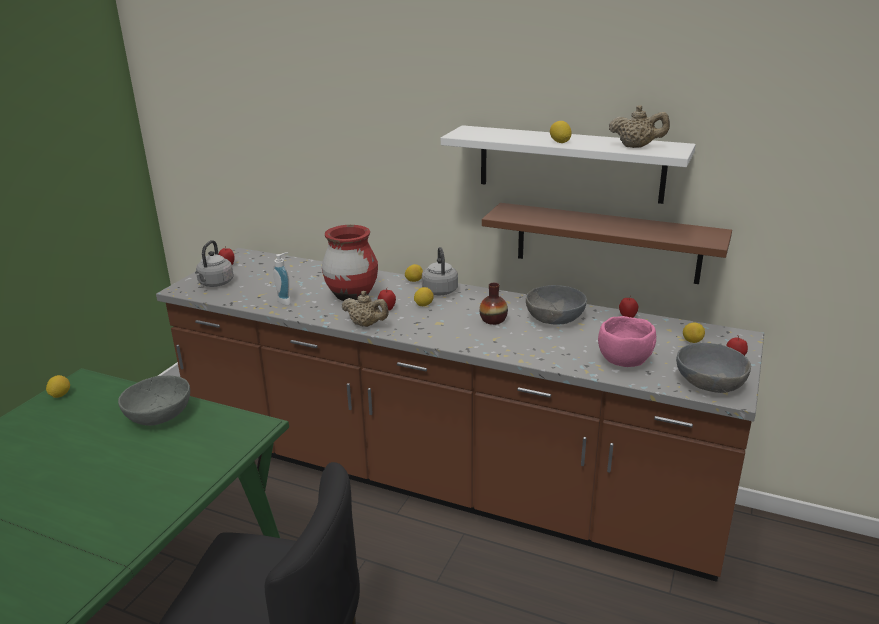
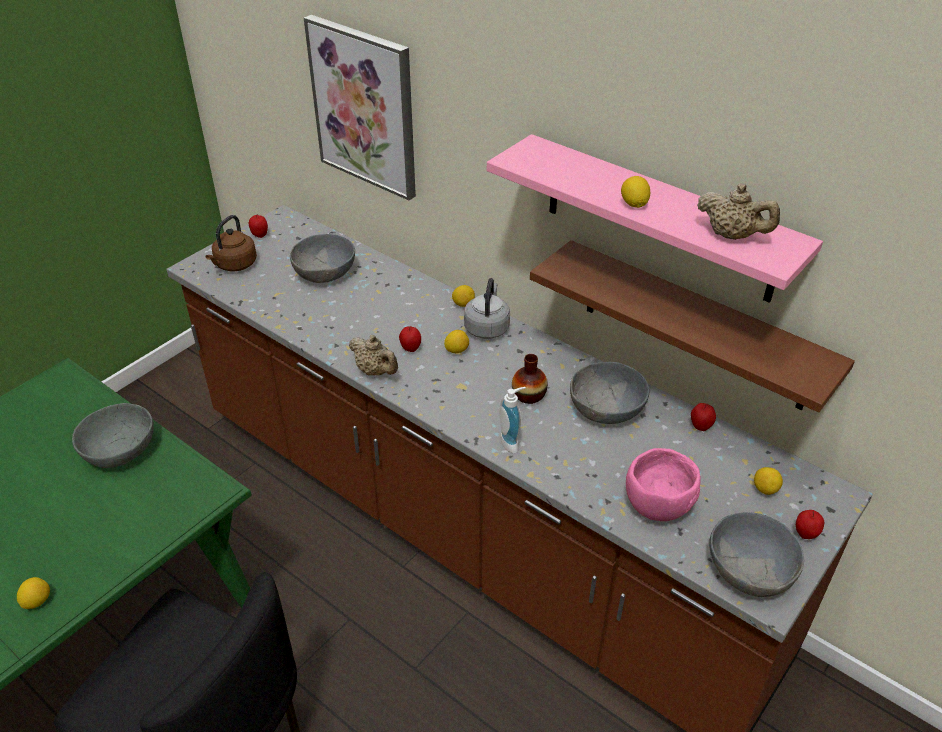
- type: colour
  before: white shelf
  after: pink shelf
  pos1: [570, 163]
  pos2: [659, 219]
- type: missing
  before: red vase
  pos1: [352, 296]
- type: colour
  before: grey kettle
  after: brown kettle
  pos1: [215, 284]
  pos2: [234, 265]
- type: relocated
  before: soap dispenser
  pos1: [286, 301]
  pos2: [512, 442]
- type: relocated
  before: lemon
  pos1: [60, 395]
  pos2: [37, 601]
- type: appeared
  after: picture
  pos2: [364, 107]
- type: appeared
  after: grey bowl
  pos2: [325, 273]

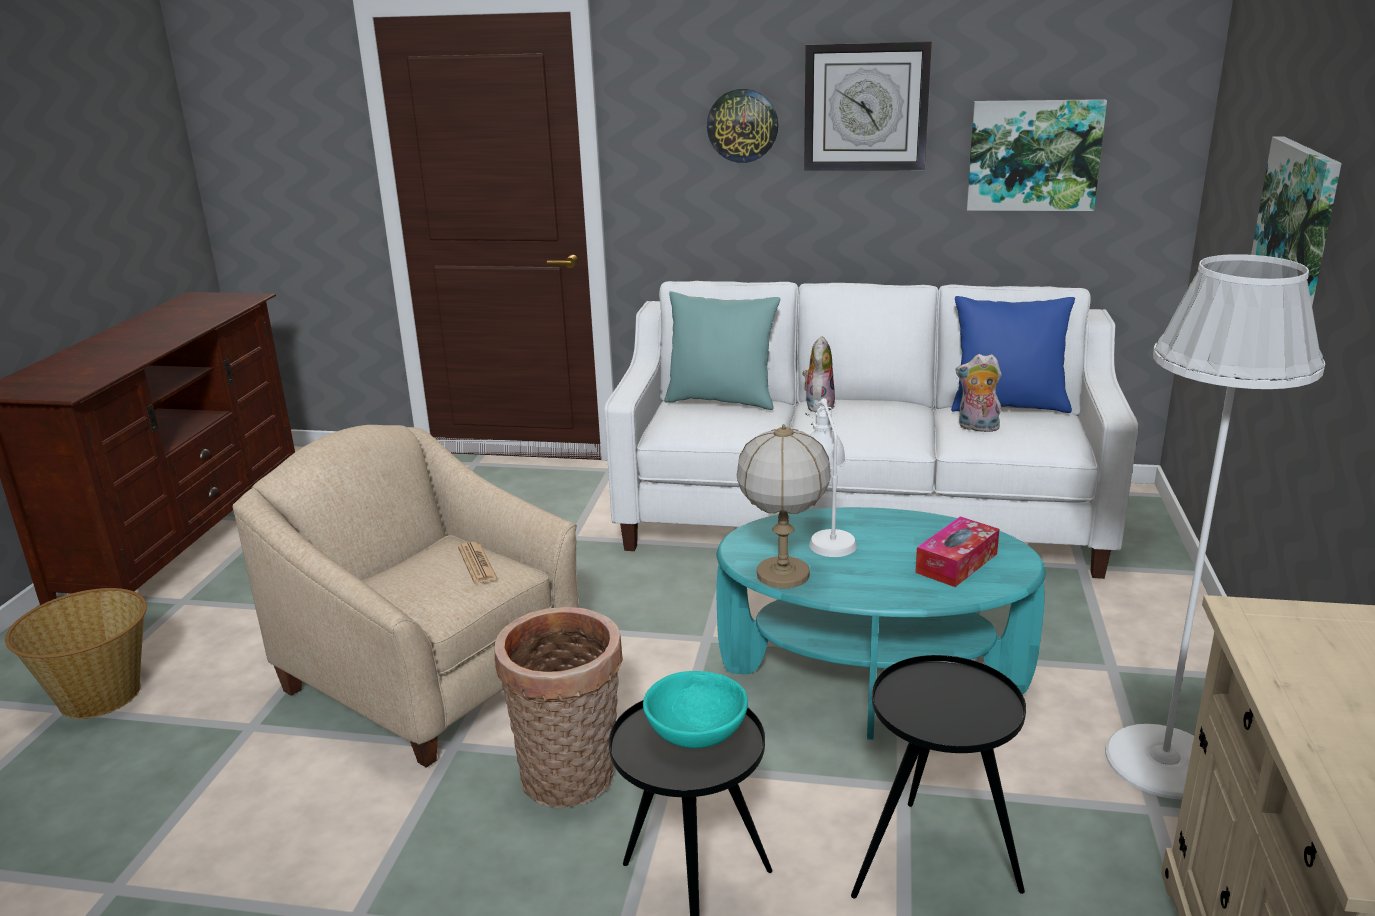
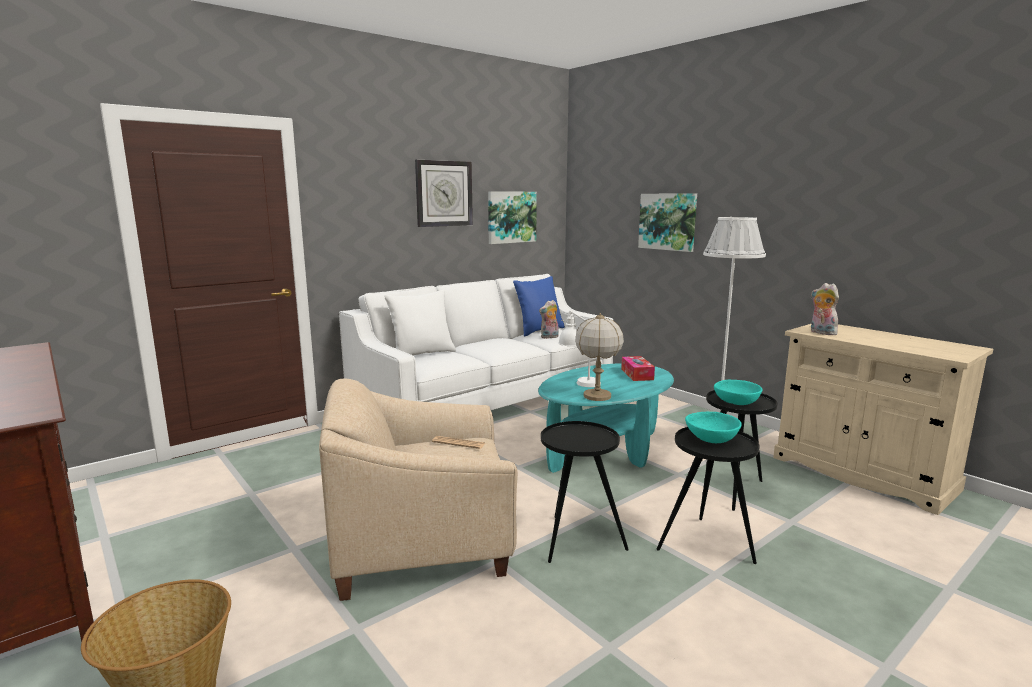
- type: missing
  before: wall clock
  pos1: [742, 125]
- type: colour
  before: turquoise pillow
  after: white pillow
  pos1: [721, 400]
  pos2: [422, 354]
- type: relocated
  before: plush toy
  pos1: [818, 405]
  pos2: [821, 333]
- type: exchanged
  before: basket
  after: black side table
  pos1: [570, 780]
  pos2: [577, 539]
- type: appeared
  after: turquoise bowl
  pos2: [735, 403]

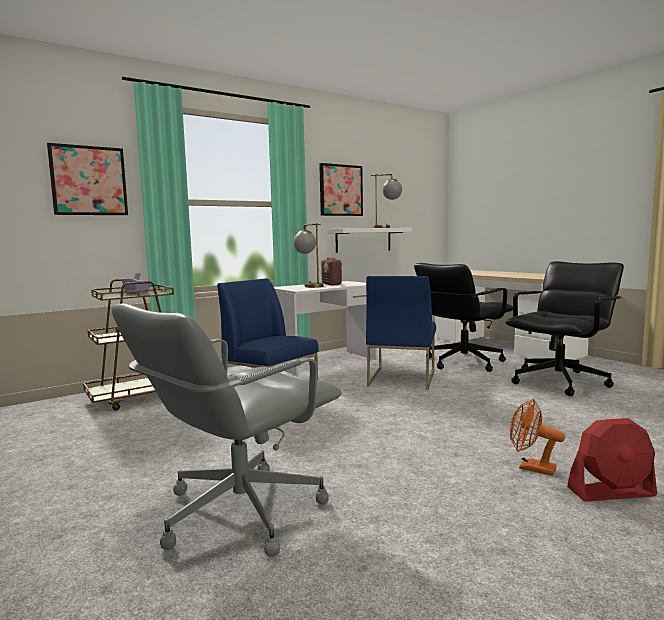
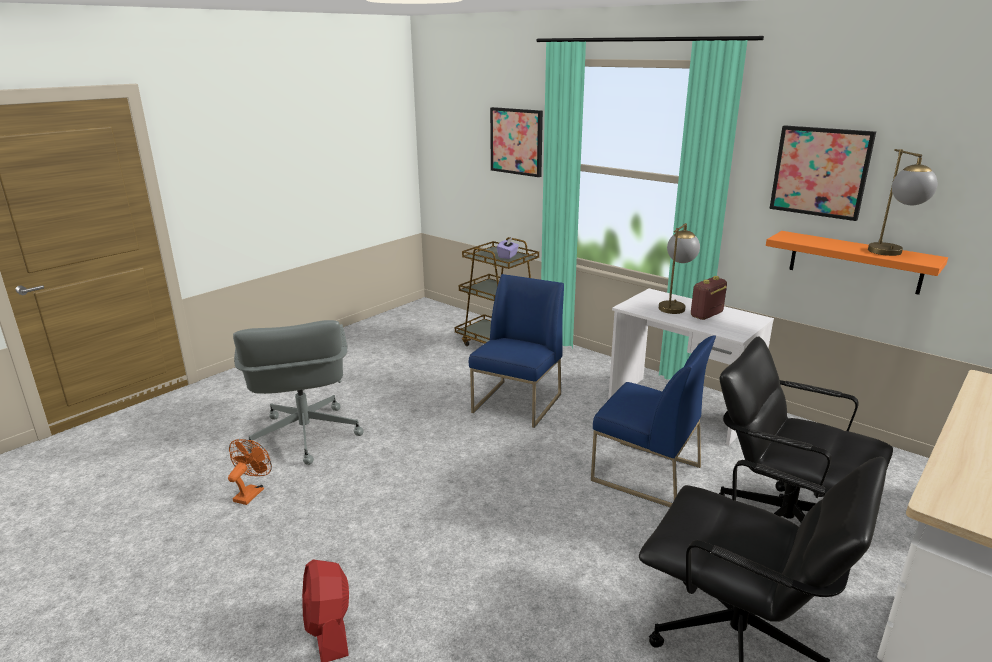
- type: colour
  before: white shelf
  after: orange shelf
  pos1: [363, 240]
  pos2: [855, 262]
- type: spun
  before: blue chair
  pos1: [401, 378]
  pos2: [645, 473]
  turn: -150
- type: spun
  before: grey office chair
  pos1: [238, 511]
  pos2: [305, 436]
  turn: -135
- type: relocated
  before: orange fan
  pos1: [531, 468]
  pos2: [251, 492]

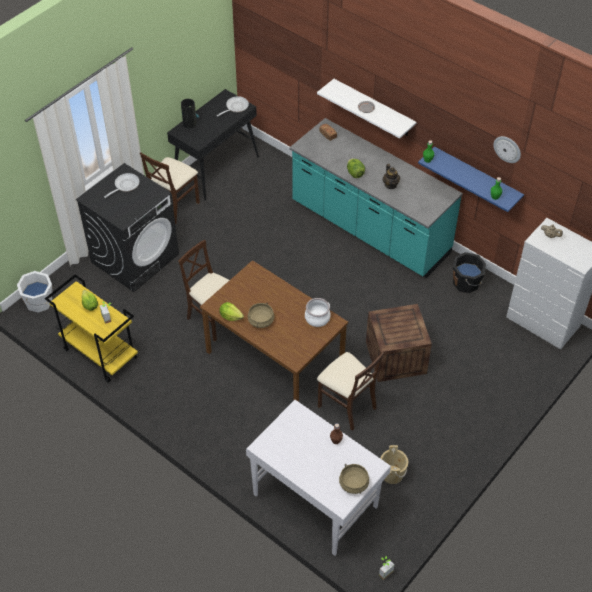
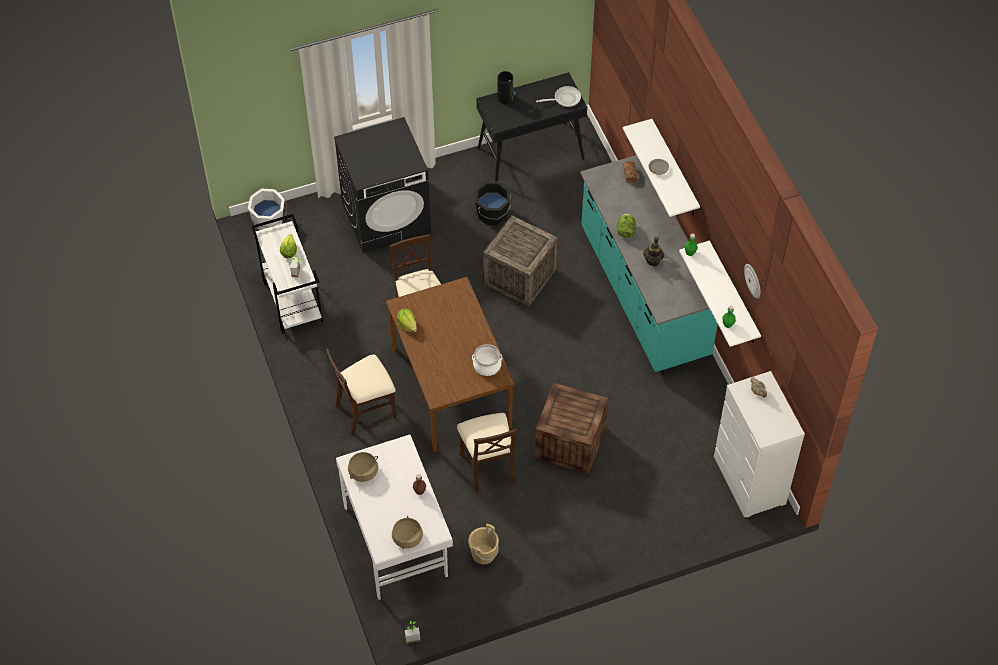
- type: colour
  before: blue shelf
  after: white shelf
  pos1: [476, 178]
  pos2: [733, 295]
- type: relocated
  before: beige chair
  pos1: [174, 206]
  pos2: [366, 410]
- type: missing
  before: frying pan
  pos1: [125, 185]
- type: relocated
  before: black bucket
  pos1: [466, 283]
  pos2: [492, 214]
- type: colour
  before: yellow cart
  after: white cart
  pos1: [99, 354]
  pos2: [292, 301]
- type: relocated
  before: beige cooking pot
  pos1: [261, 321]
  pos2: [363, 472]
- type: appeared
  after: crate
  pos2: [519, 276]

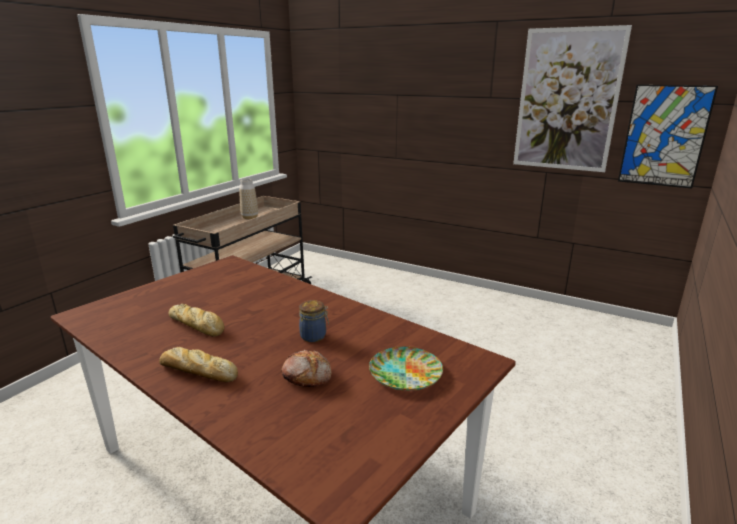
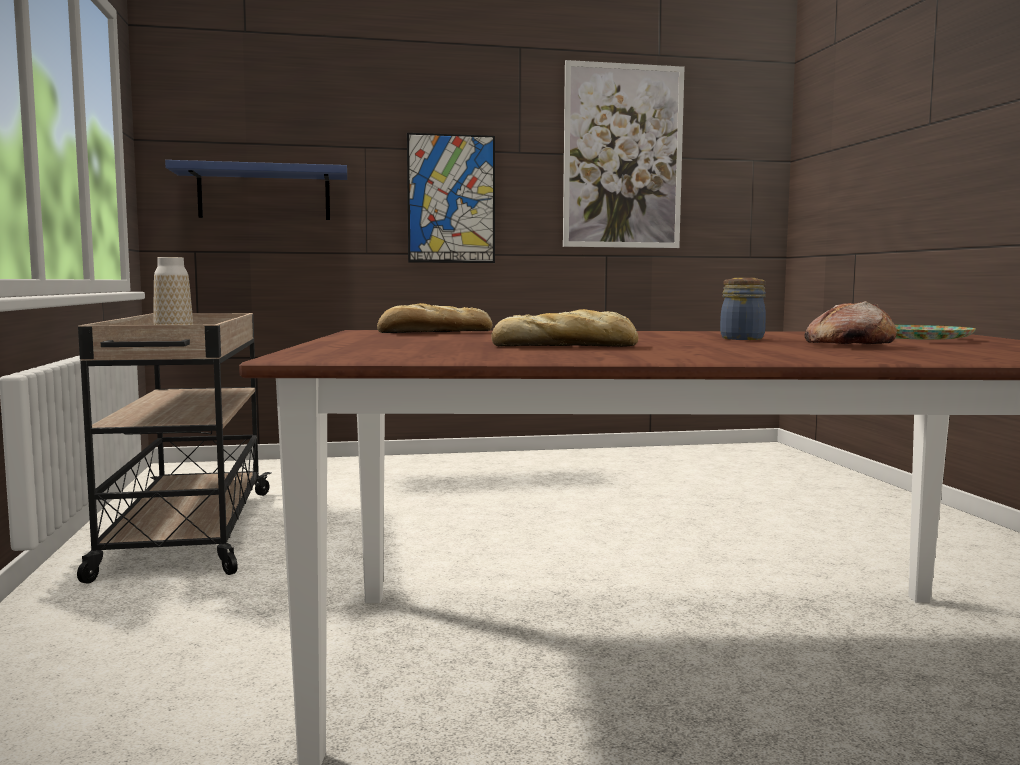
- type: relocated
  before: picture
  pos1: [664, 136]
  pos2: [451, 199]
- type: relocated
  before: bread
  pos1: [197, 371]
  pos2: [433, 332]
- type: appeared
  after: blue shelf
  pos2: [264, 194]

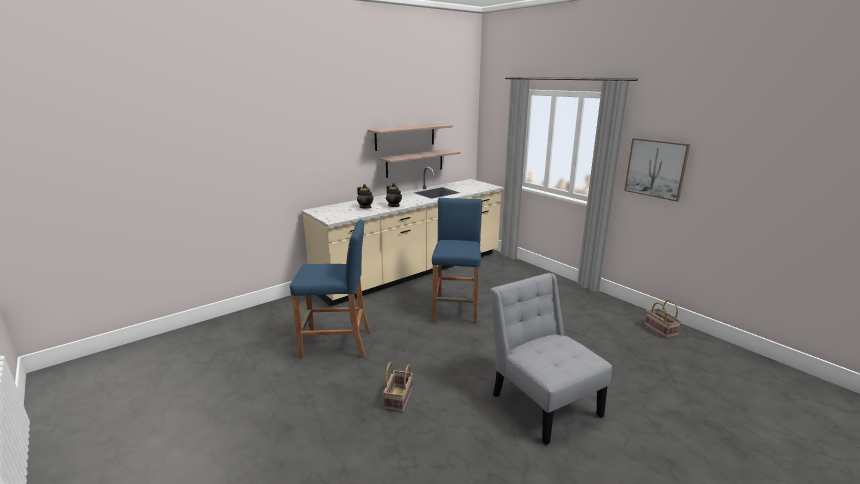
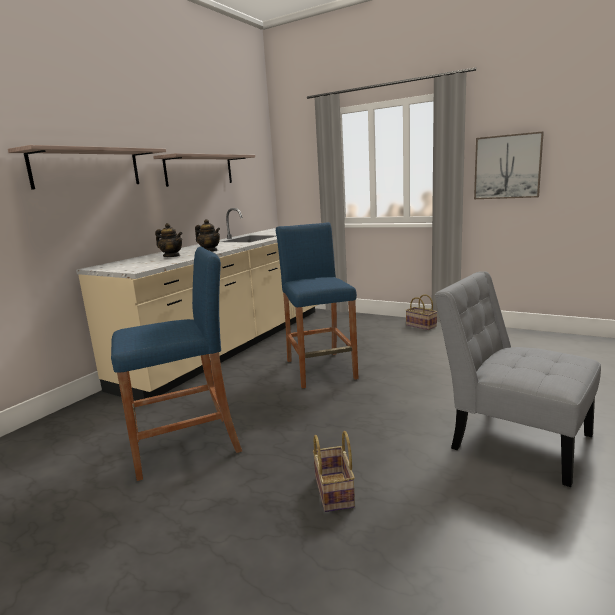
- type: relocated
  before: shelf
  pos1: [415, 163]
  pos2: [87, 168]
- type: relocated
  before: basket
  pos1: [659, 330]
  pos2: [420, 326]

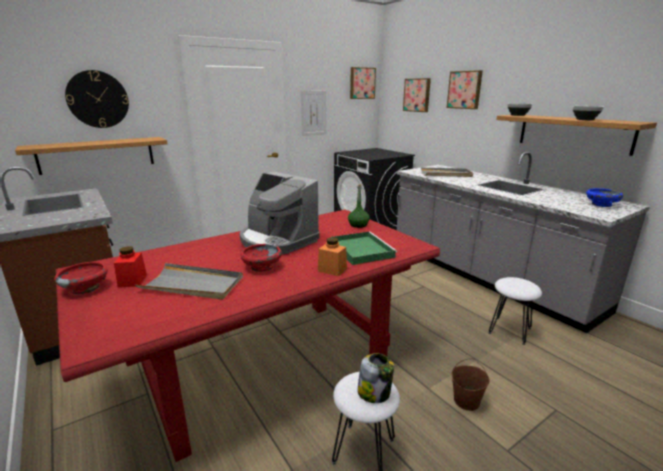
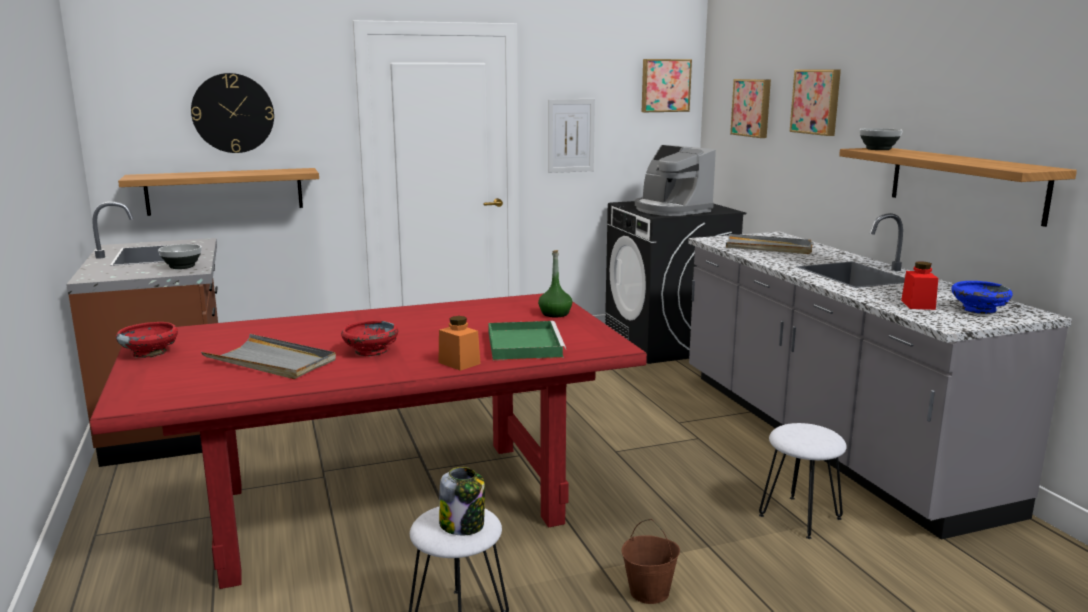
- type: relocated
  before: bowl
  pos1: [585, 119]
  pos2: [182, 267]
- type: relocated
  before: coffee machine
  pos1: [277, 241]
  pos2: [670, 210]
- type: relocated
  before: red jar
  pos1: [132, 281]
  pos2: [918, 305]

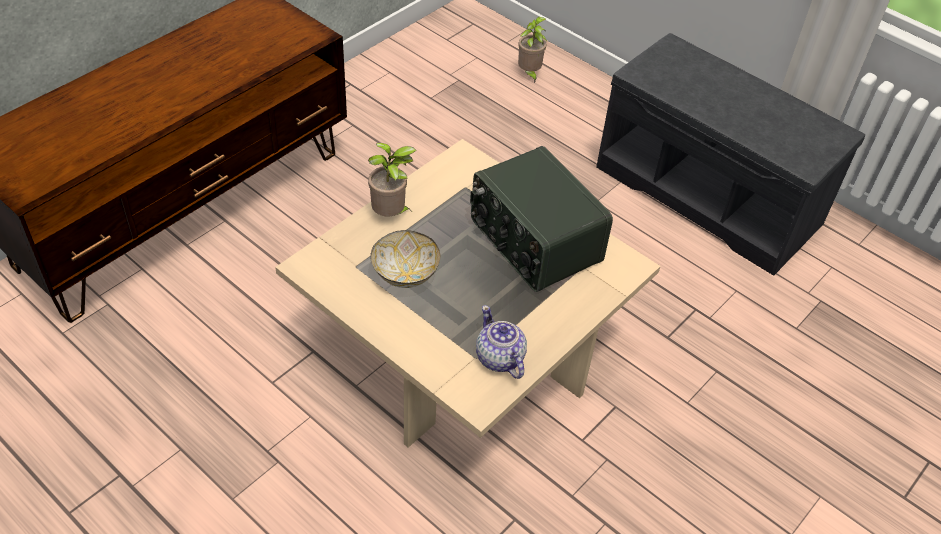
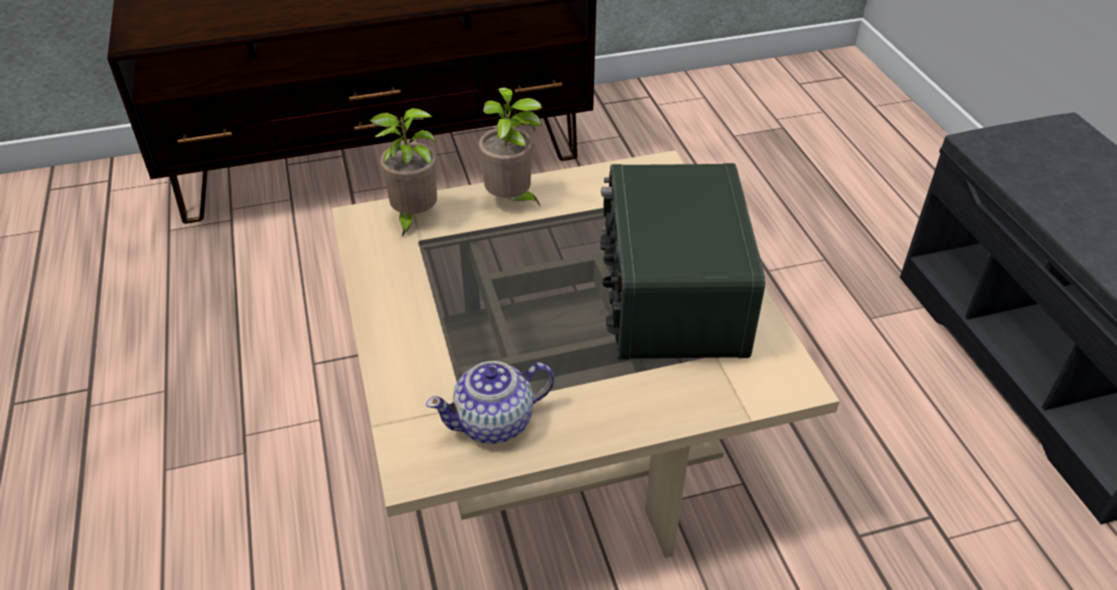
- type: relocated
  before: potted plant
  pos1: [529, 74]
  pos2: [413, 218]
- type: missing
  before: bowl
  pos1: [405, 275]
- type: spun
  before: teapot
  pos1: [499, 358]
  pos2: [495, 422]
  turn: -120

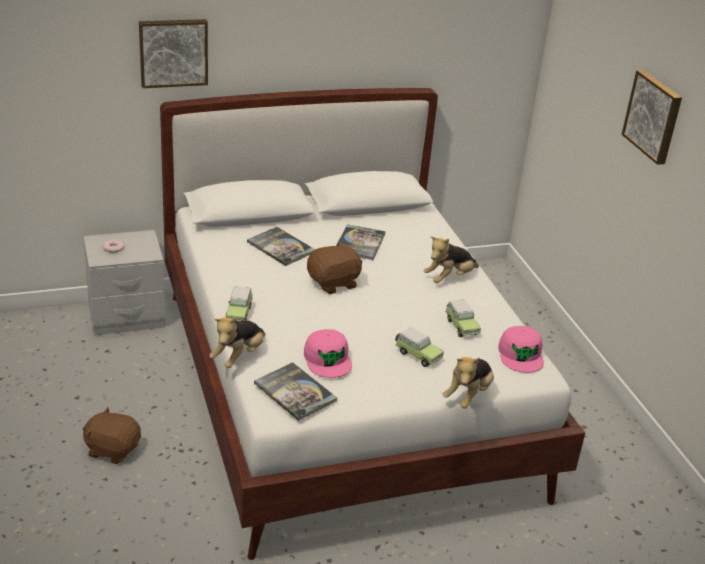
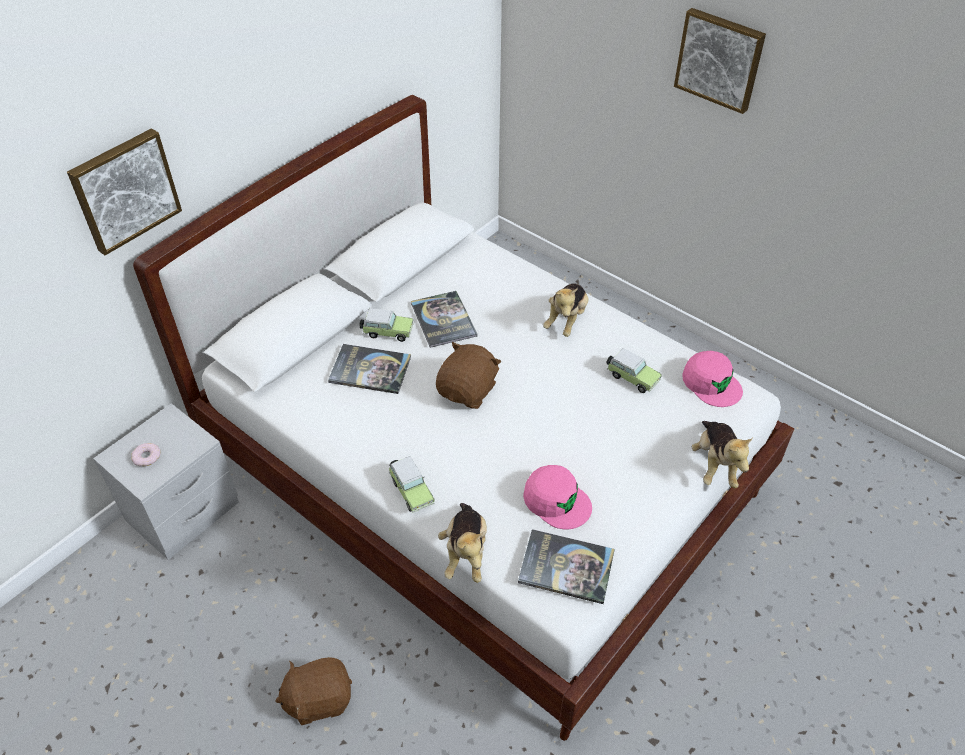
- type: relocated
  before: toy car
  pos1: [417, 355]
  pos2: [387, 332]

